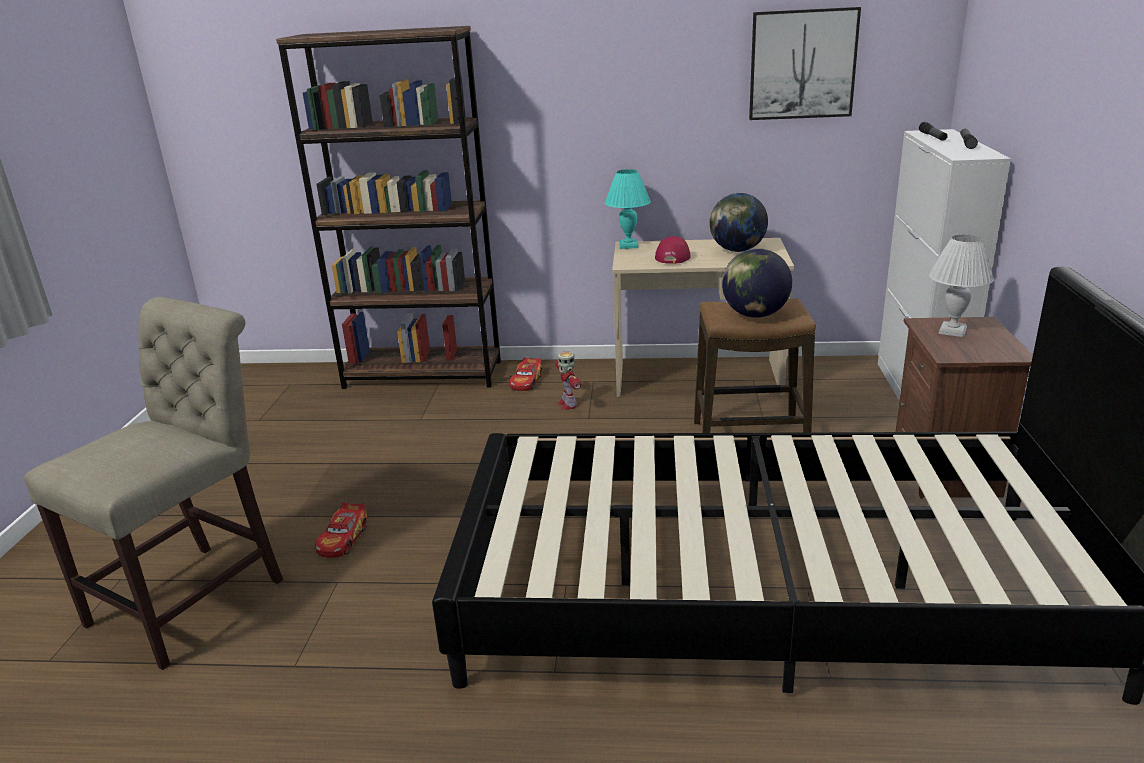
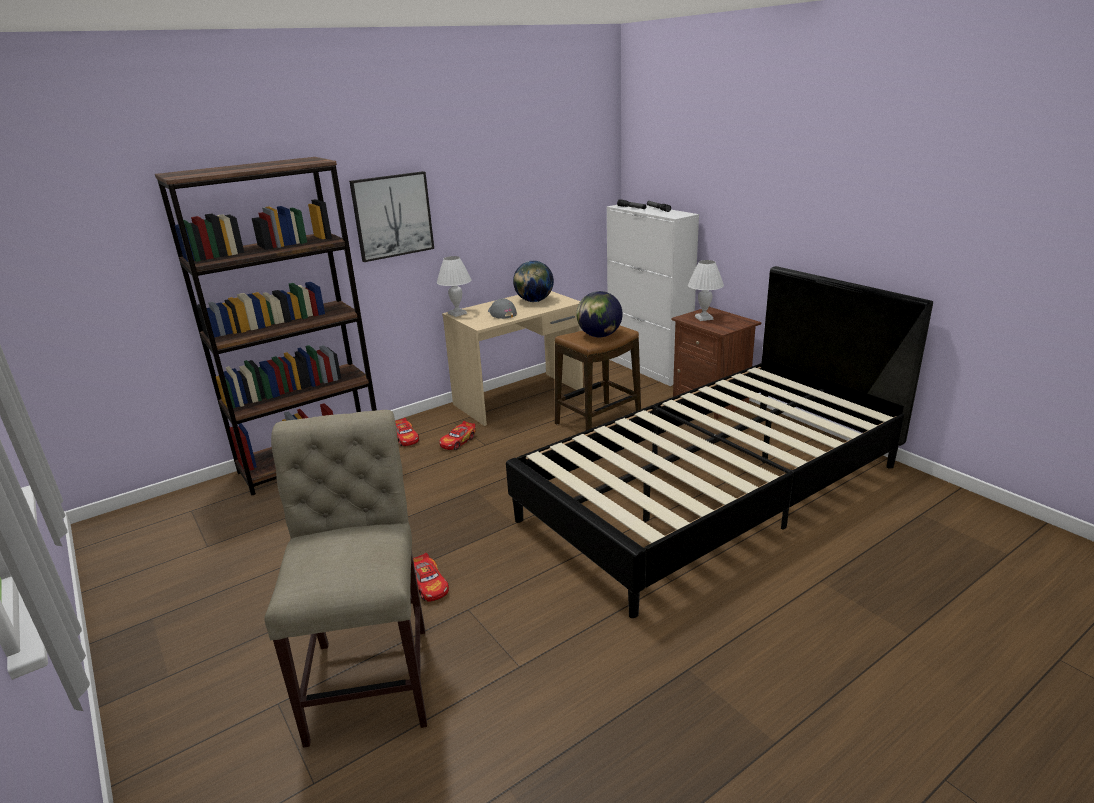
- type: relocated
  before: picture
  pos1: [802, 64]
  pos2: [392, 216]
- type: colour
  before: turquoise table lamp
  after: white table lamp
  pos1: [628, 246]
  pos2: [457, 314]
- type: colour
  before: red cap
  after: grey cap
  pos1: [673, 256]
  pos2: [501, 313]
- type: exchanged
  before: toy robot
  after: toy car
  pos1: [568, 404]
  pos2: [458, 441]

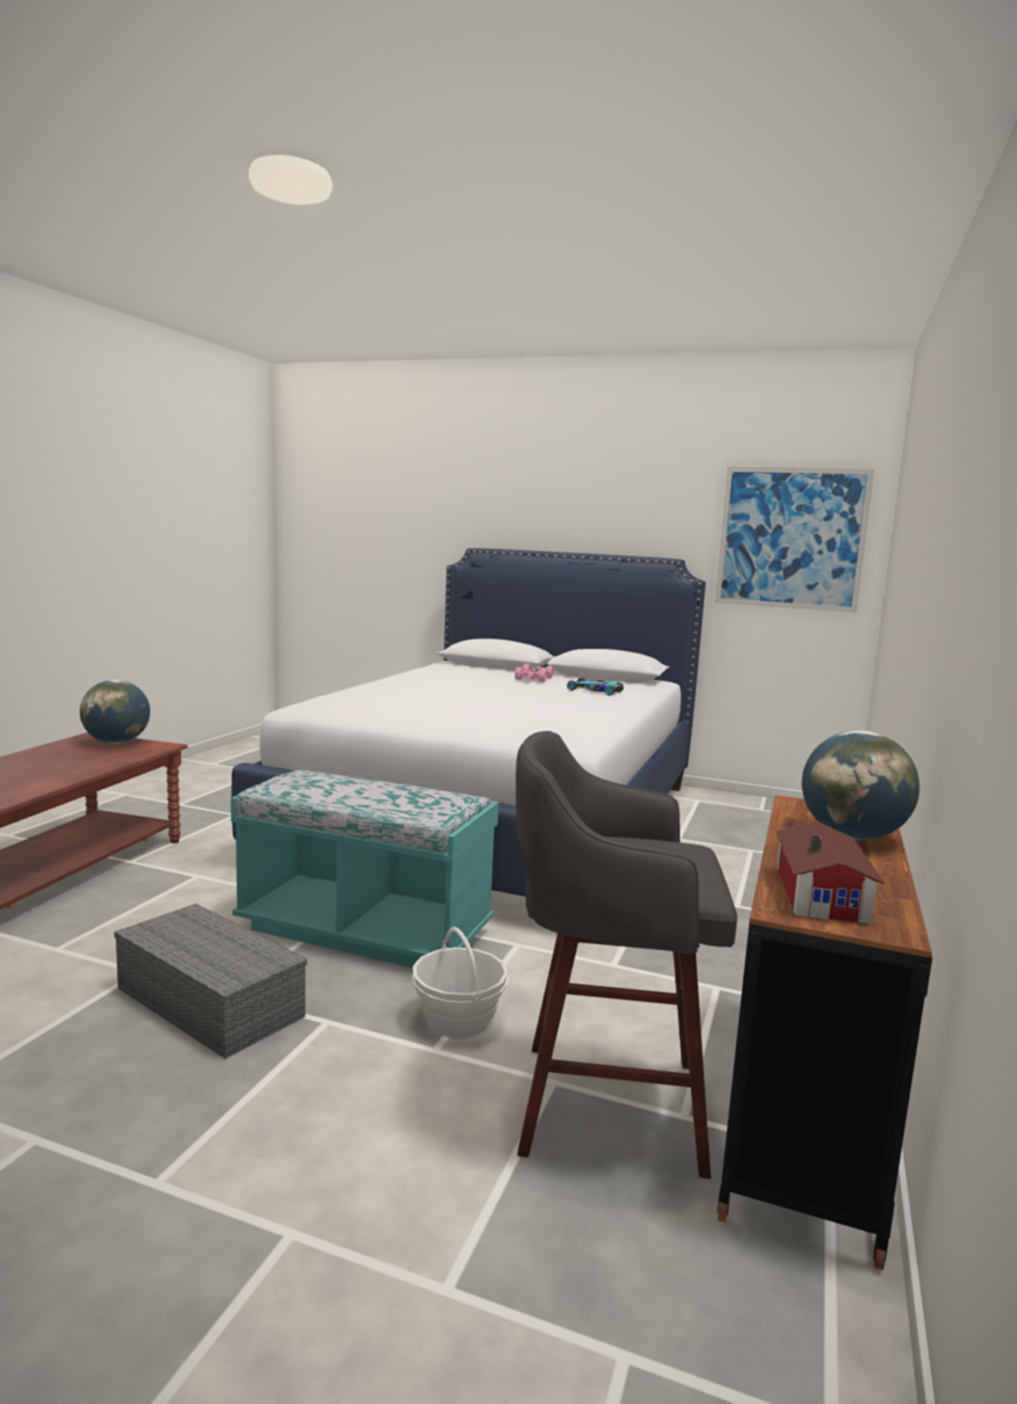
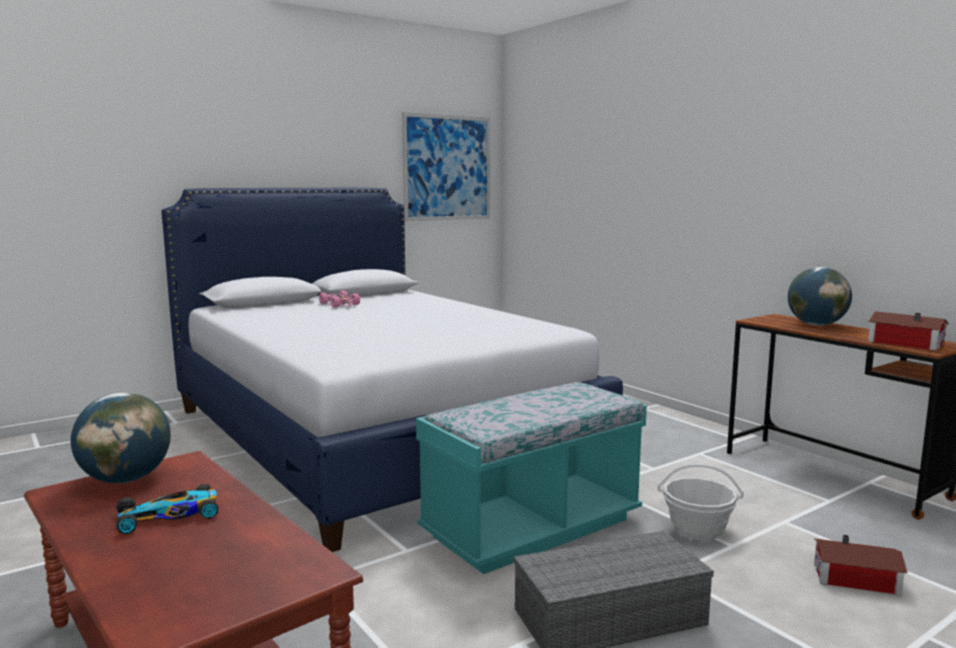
- type: relocated
  before: toy car
  pos1: [596, 691]
  pos2: [171, 515]
- type: missing
  before: grey stool
  pos1: [603, 1104]
- type: appeared
  after: toy house
  pos2: [858, 579]

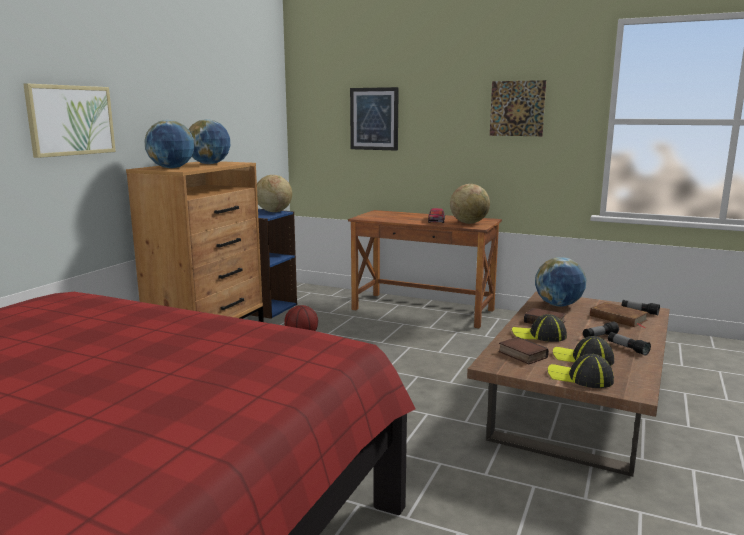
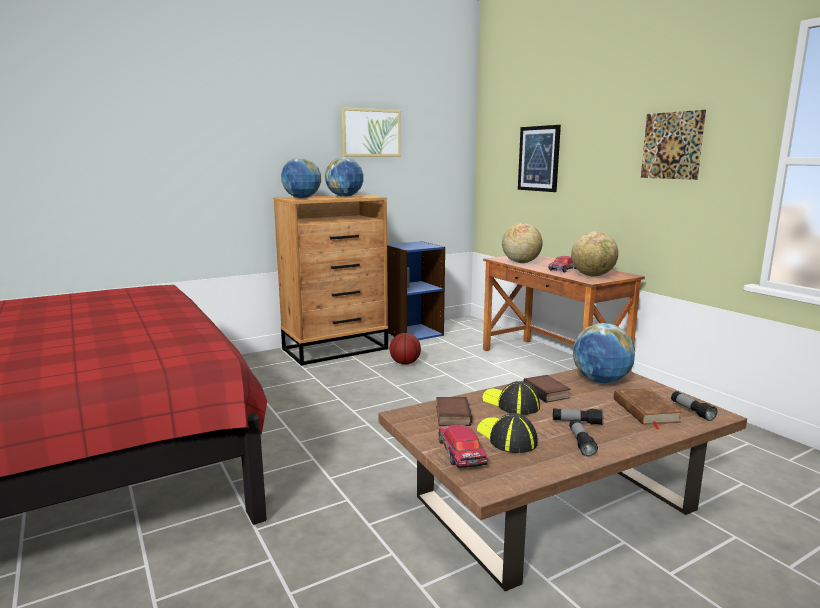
- type: relocated
  before: picture
  pos1: [71, 120]
  pos2: [370, 133]
- type: relocated
  before: globe
  pos1: [274, 211]
  pos2: [520, 262]
- type: exchanged
  before: cap
  after: toy car
  pos1: [580, 377]
  pos2: [461, 453]

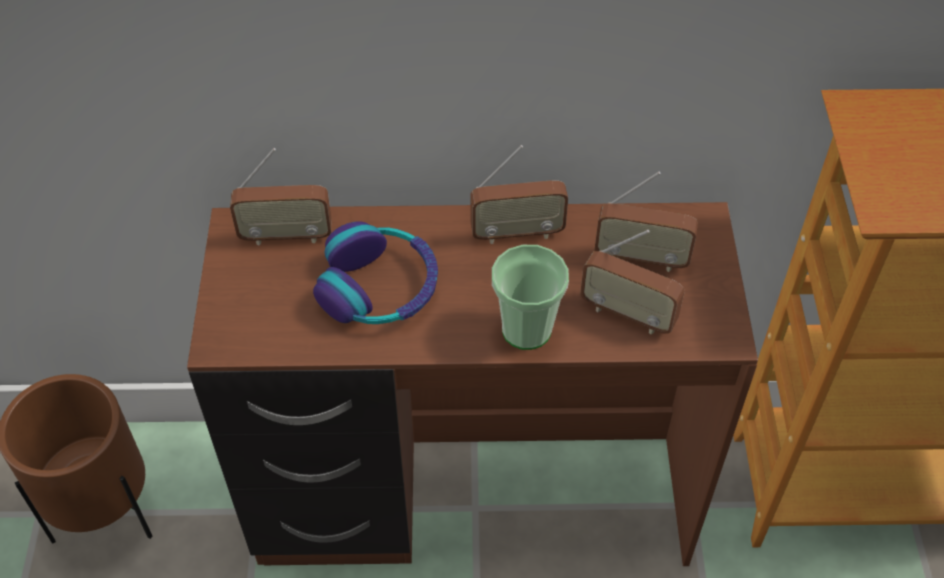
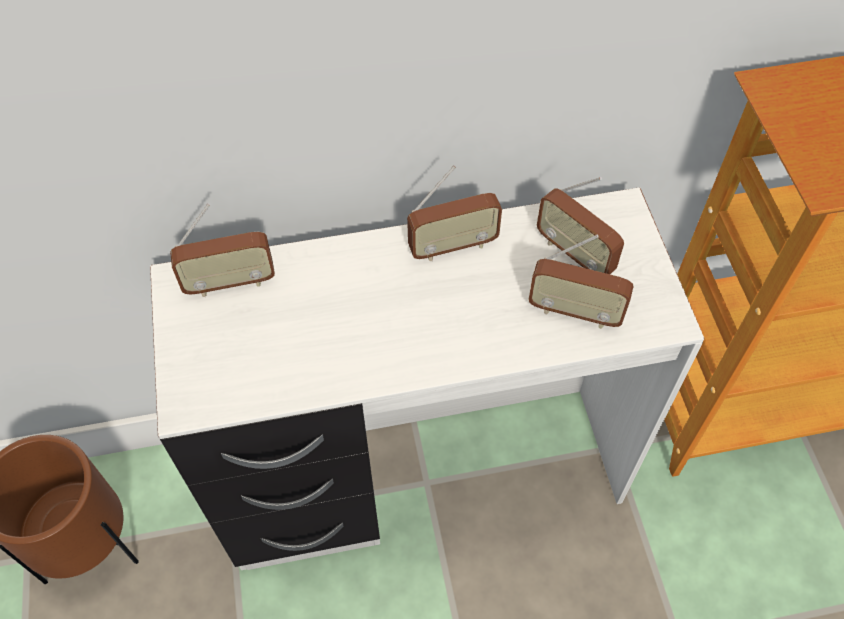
- type: spun
  before: radio
  pos1: [641, 258]
  pos2: [574, 254]
  turn: 45
- type: colour
  before: brown desk
  after: white desk
  pos1: [473, 501]
  pos2: [423, 476]
- type: missing
  before: headphones
  pos1: [379, 288]
- type: missing
  before: cup
  pos1: [526, 329]

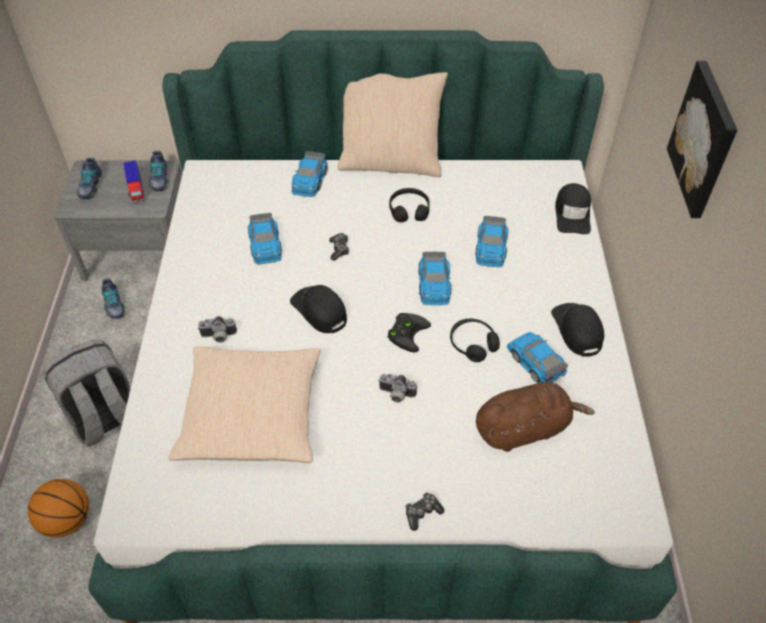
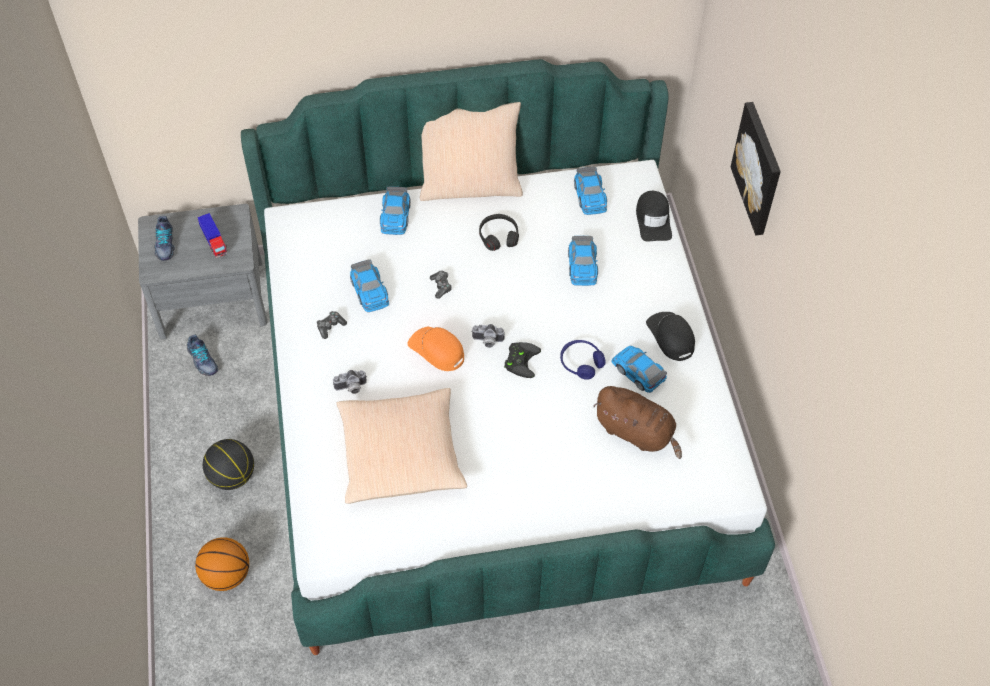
- type: missing
  before: shoe
  pos1: [159, 178]
- type: relocated
  before: toy car
  pos1: [434, 285]
  pos2: [590, 196]
- type: colour
  before: black cap
  after: orange cap
  pos1: [319, 310]
  pos2: [437, 350]
- type: colour
  before: black headphones
  after: blue headphones
  pos1: [473, 344]
  pos2: [581, 363]
- type: exchanged
  before: grey backpack
  after: basketball
  pos1: [105, 418]
  pos2: [232, 476]
- type: relocated
  before: photo camera
  pos1: [396, 395]
  pos2: [487, 341]
- type: spun
  before: brown plush toy
  pos1: [524, 428]
  pos2: [637, 432]
  turn: 60
- type: relocated
  before: game controller
  pos1: [422, 513]
  pos2: [330, 326]

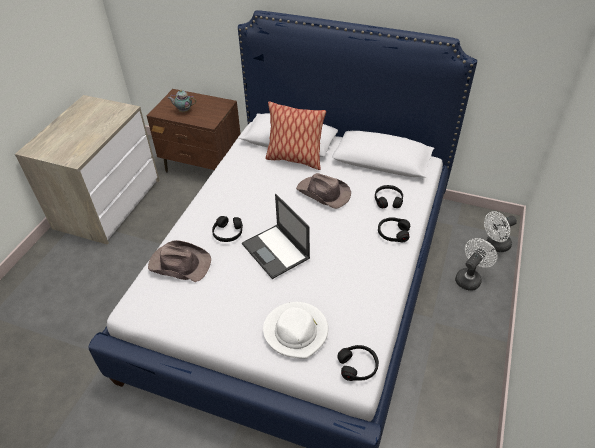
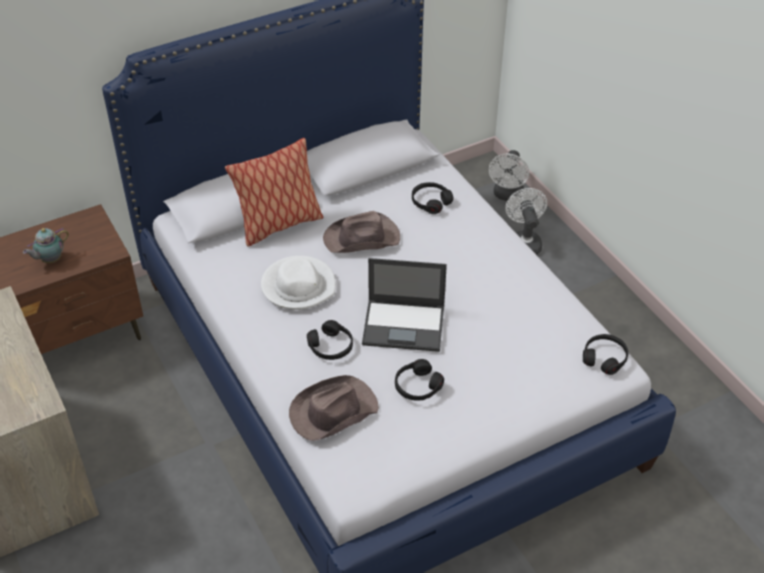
- type: relocated
  before: black headphones
  pos1: [393, 233]
  pos2: [417, 386]
- type: relocated
  before: white hat
  pos1: [296, 331]
  pos2: [298, 286]

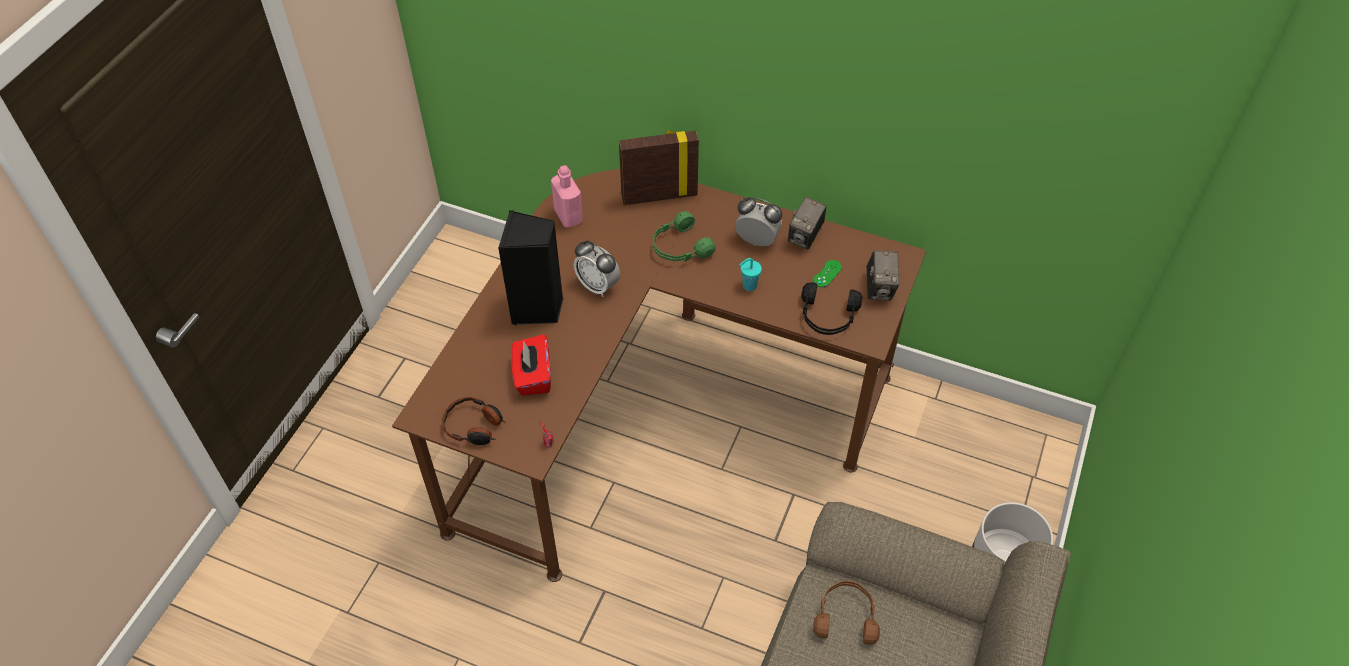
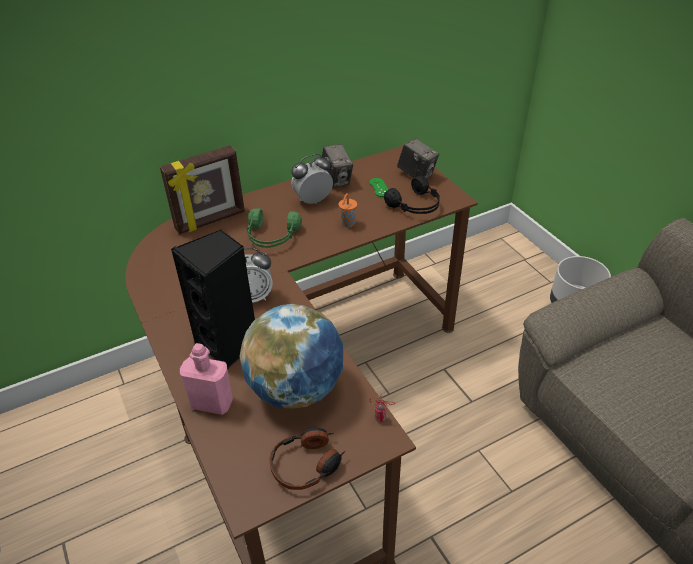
- type: spun
  before: picture frame
  pos1: [659, 195]
  pos2: [210, 221]
  turn: -150
- type: relocated
  before: pink bottle
  pos1: [568, 216]
  pos2: [212, 403]
- type: colour
  before: turquoise cup
  after: orange cup
  pos1: [748, 286]
  pos2: [347, 224]
- type: exchanged
  before: red tissue box
  after: globe
  pos1: [533, 376]
  pos2: [296, 388]
- type: missing
  before: brown headphones
  pos1: [846, 616]

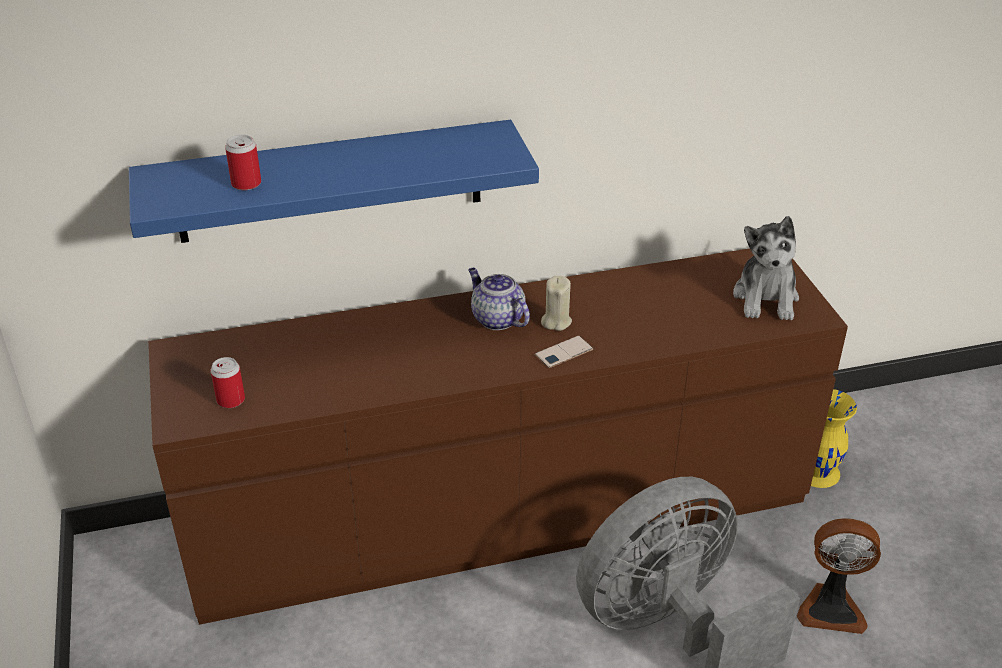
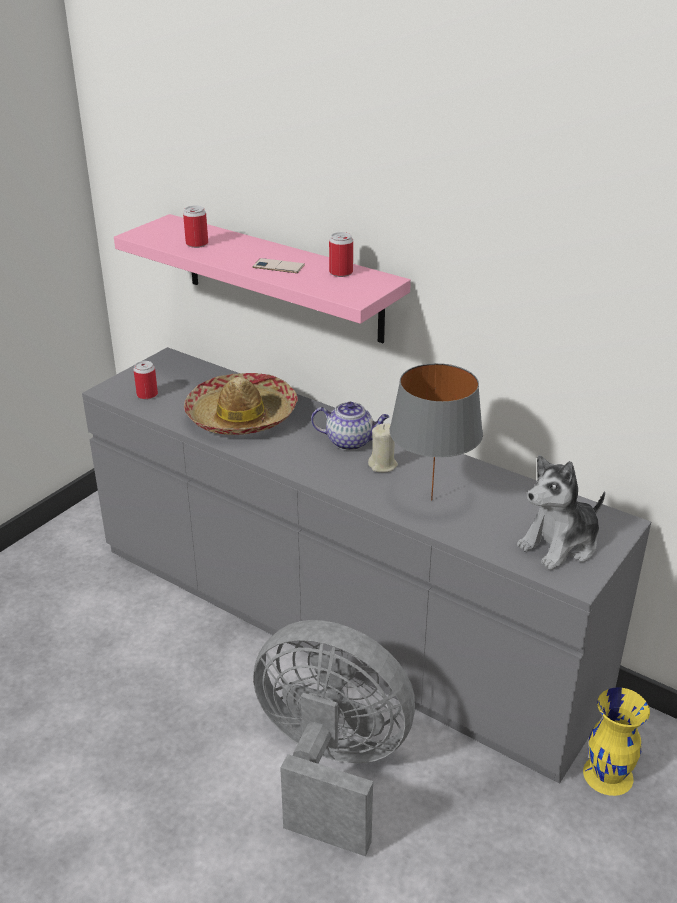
- type: colour
  before: blue shelf
  after: pink shelf
  pos1: [330, 182]
  pos2: [282, 278]
- type: colour
  before: brown dresser
  after: grey dresser
  pos1: [500, 512]
  pos2: [339, 619]
- type: spun
  before: teapot
  pos1: [496, 319]
  pos2: [351, 442]
  turn: 90
- type: relocated
  before: phone
  pos1: [564, 352]
  pos2: [278, 266]
- type: missing
  before: fan
  pos1: [831, 607]
- type: appeared
  after: can
  pos2: [341, 273]
- type: appeared
  after: grey table lamp
  pos2: [430, 499]
- type: appeared
  after: hat
  pos2: [241, 416]

